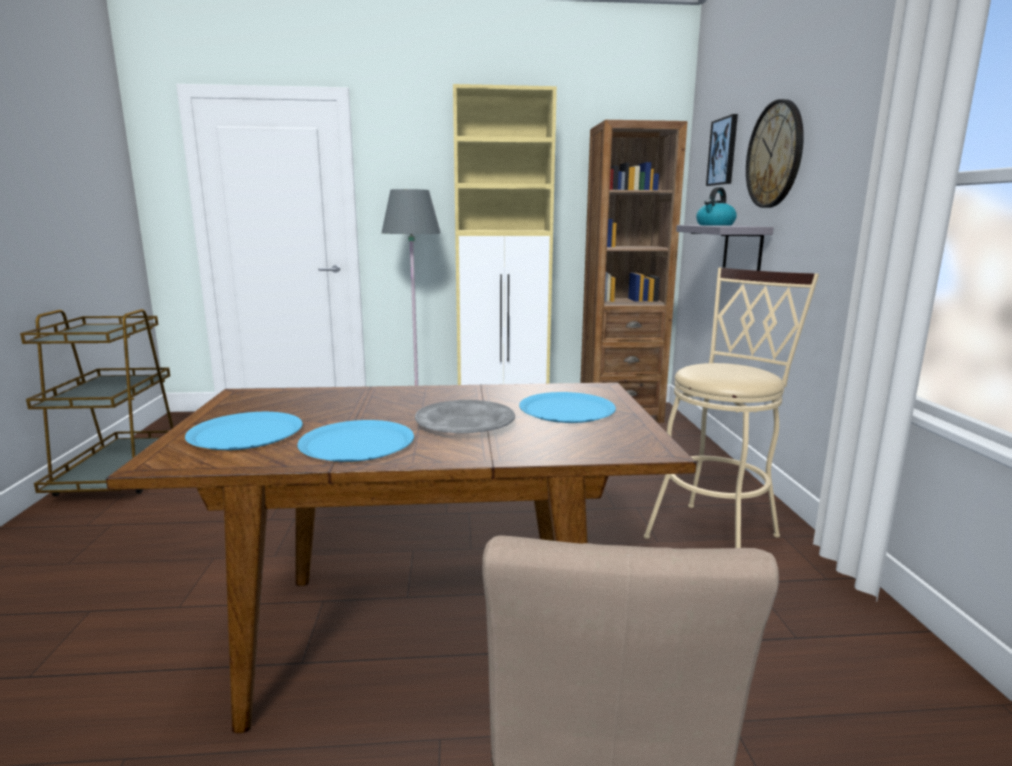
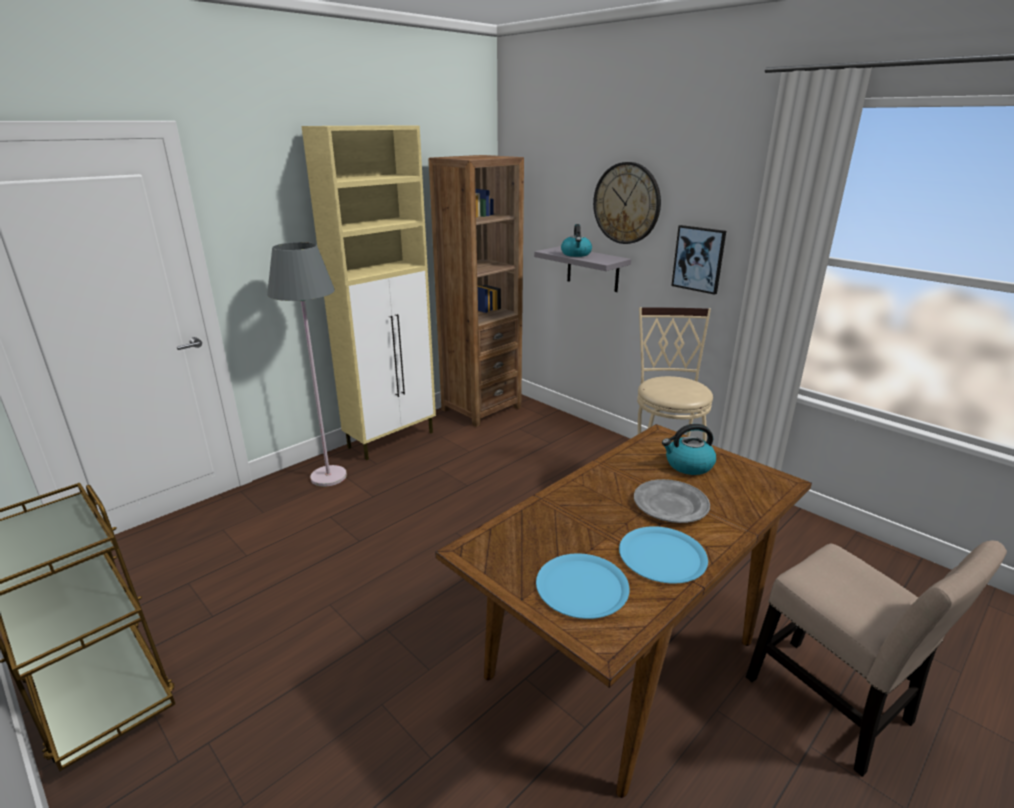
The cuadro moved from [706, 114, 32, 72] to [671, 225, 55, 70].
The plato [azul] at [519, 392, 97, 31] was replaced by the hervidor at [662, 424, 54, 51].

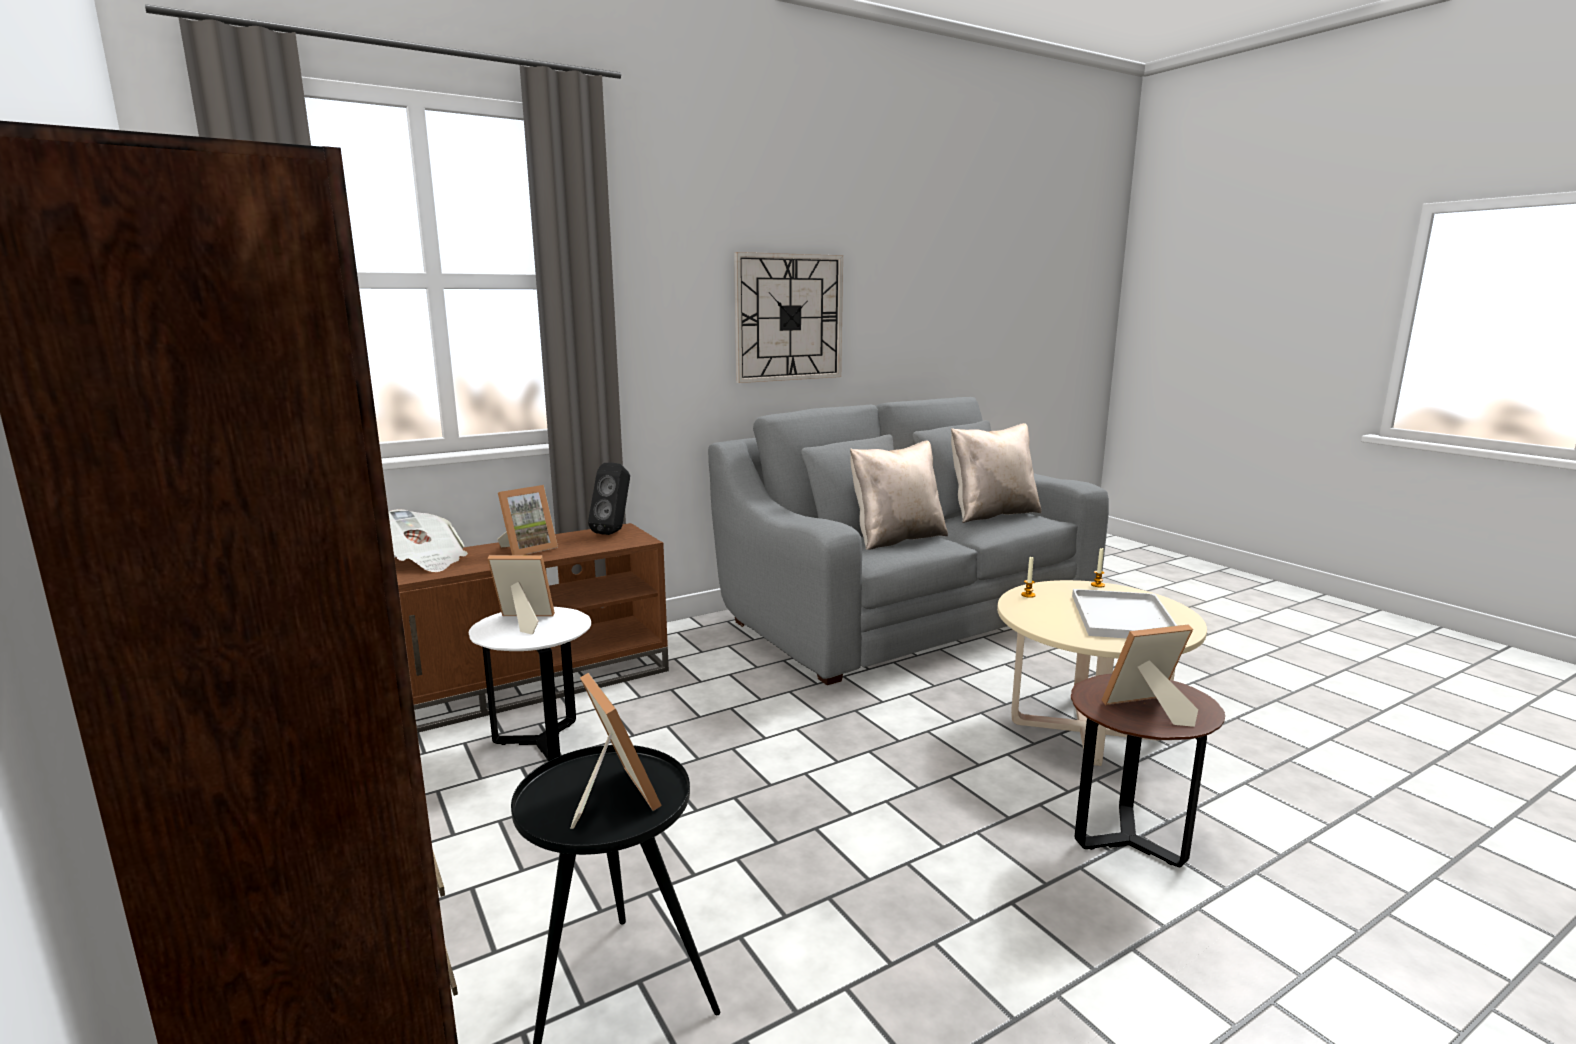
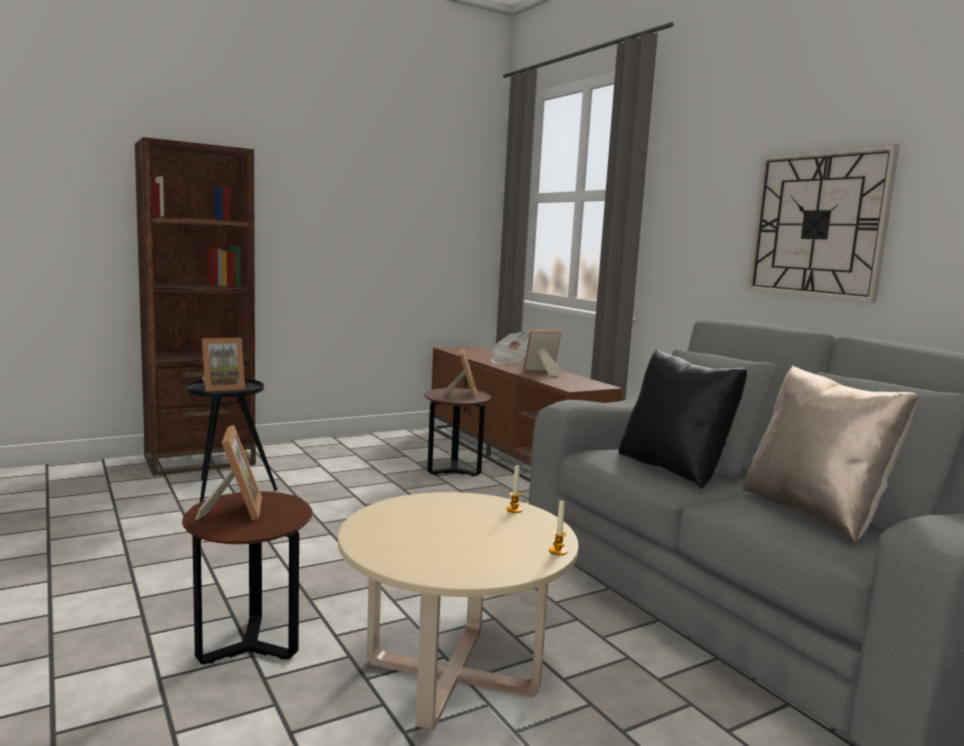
The cojín [beis] at [850, 441, 98, 109] became the cojín [negro] at [619, 349, 128, 140].
The altavoz [negro] at [588, 463, 42, 72] disappeared.
The portarretratos at [497, 485, 61, 70] turned 120 degrees clockwise.
The bandeja [blanco] at [1072, 589, 105, 49] disappeared.
The mesa auxiliar [blanco] at [469, 607, 122, 154] became the mesa auxiliar [marrón] at [424, 388, 67, 88].

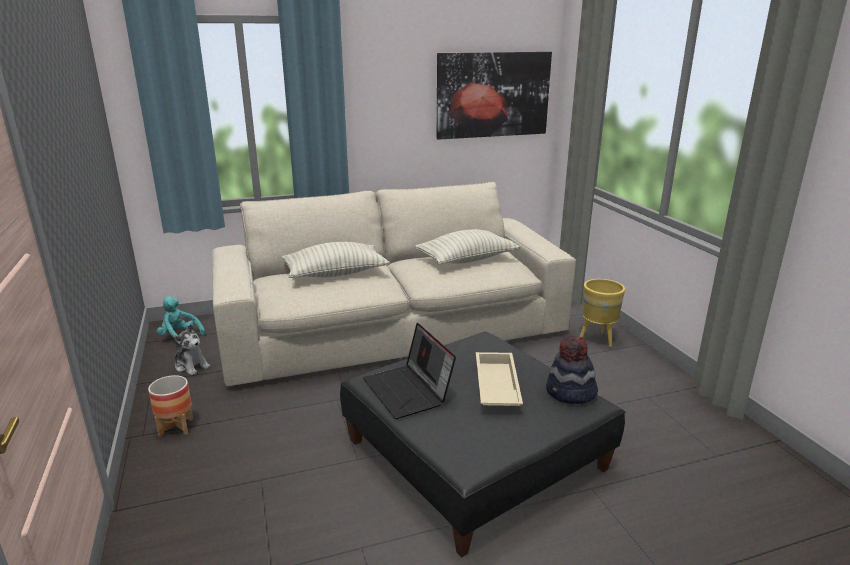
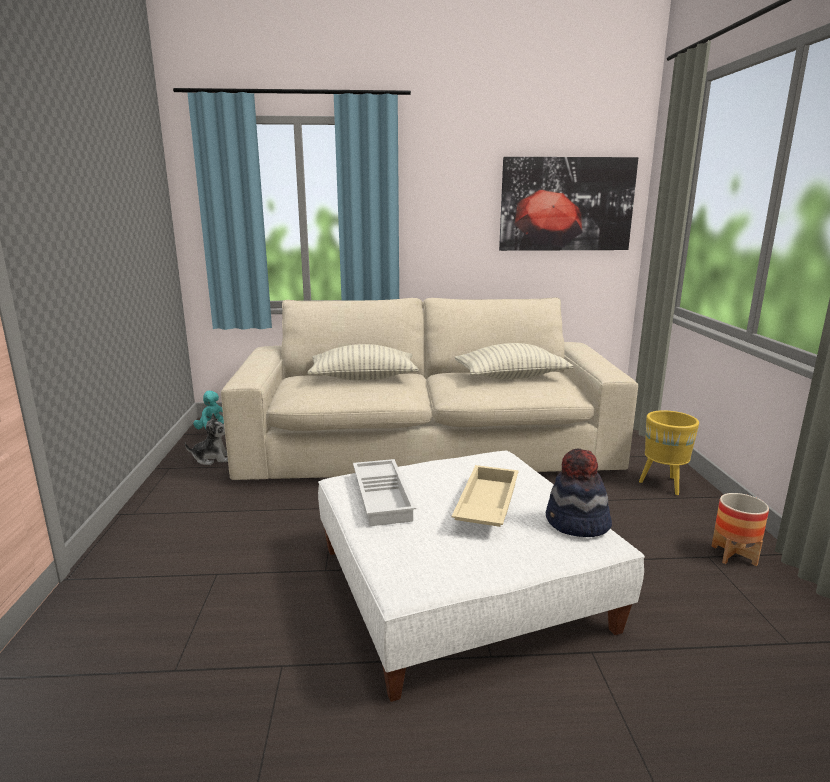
The portátil at [363, 323, 93, 96] was replaced by the bandeja [blanco] at [353, 459, 63, 67].
The peluche at [174, 325, 36, 50] turned 60 degrees counterclockwise.
The puf [negro] at [340, 332, 285, 225] became the puf [blanco] at [318, 451, 327, 251].
The maceta moved from [148, 375, 45, 62] to [711, 493, 58, 73].

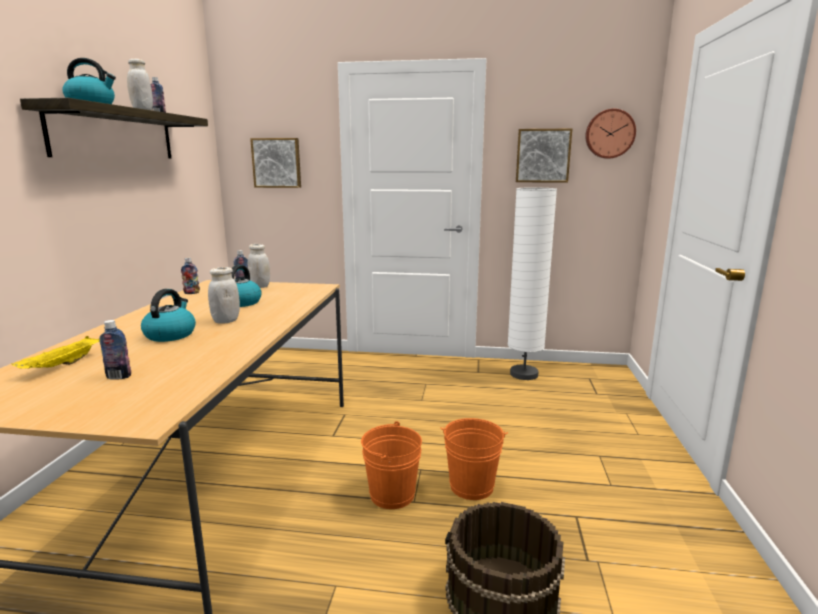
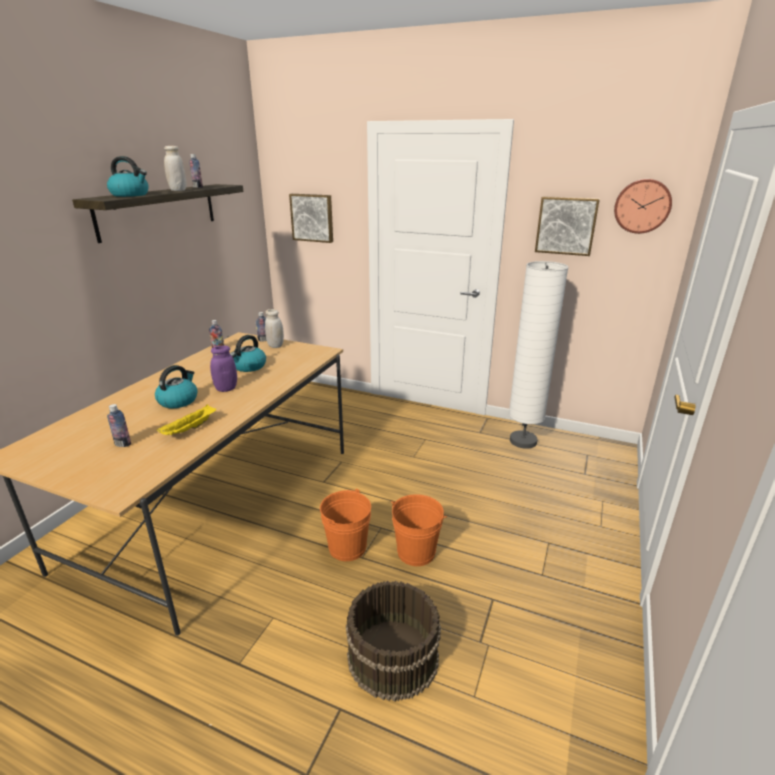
The tarro [blanco] at [208, 267, 32, 57] became the tarro [morado] at [210, 345, 27, 47].
The bandeja [amarillo] moved from [12, 336, 87, 33] to [157, 404, 59, 31].

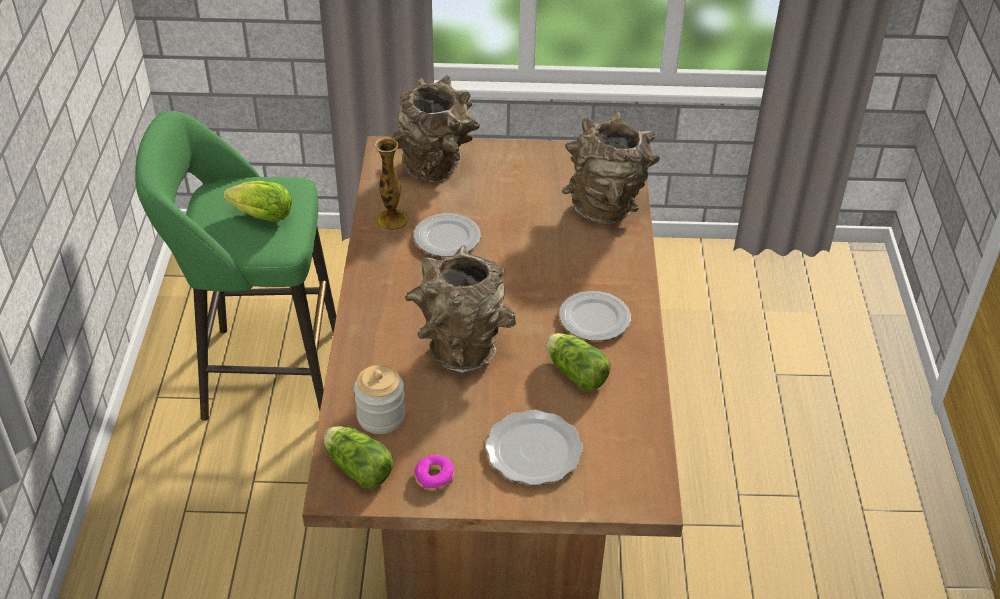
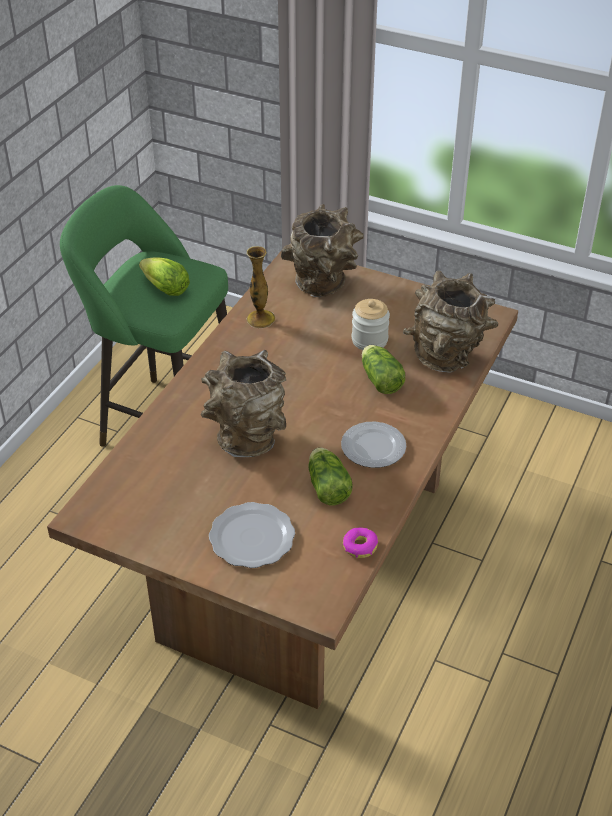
The plato at [414, 213, 67, 44] disappeared.
The tarro moved from [354, 365, 51, 69] to [352, 299, 38, 51].
The lechuga moved from [324, 426, 70, 62] to [362, 345, 43, 49].
The rosquilla moved from [414, 455, 40, 36] to [343, 528, 35, 30].

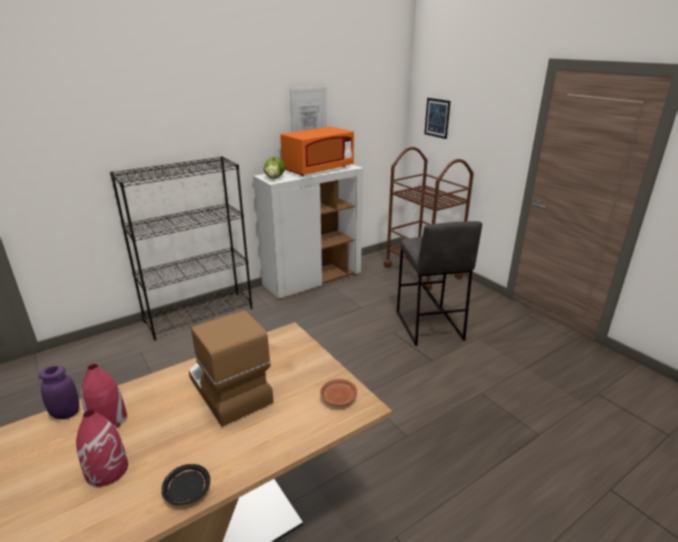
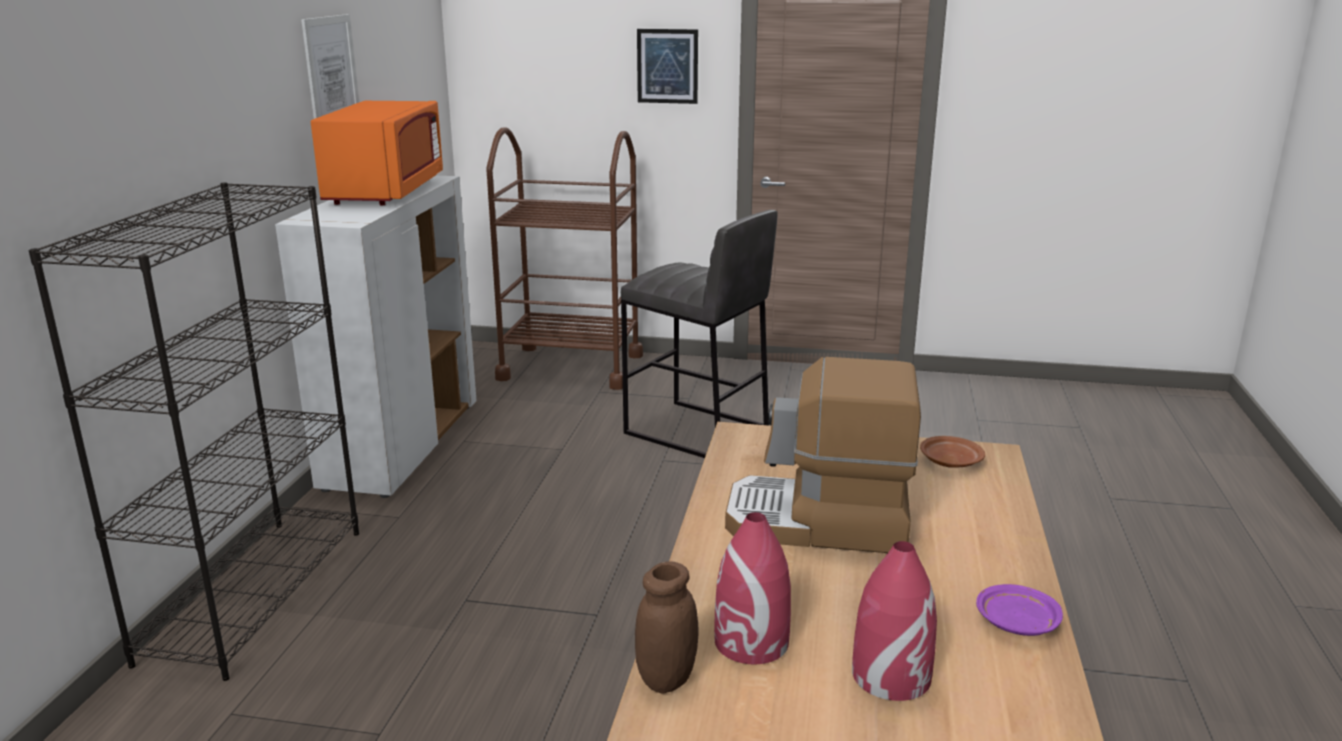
The cuadro moved from [424, 98, 27, 41] to [637, 29, 61, 75].
The lechuga at [264, 157, 21, 22] disappeared.
The tarro [morado] at [39, 366, 40, 53] became the tarro [marrón] at [635, 561, 64, 133].
The plato [negro] at [161, 464, 49, 41] became the plato [morado] at [976, 584, 87, 52].

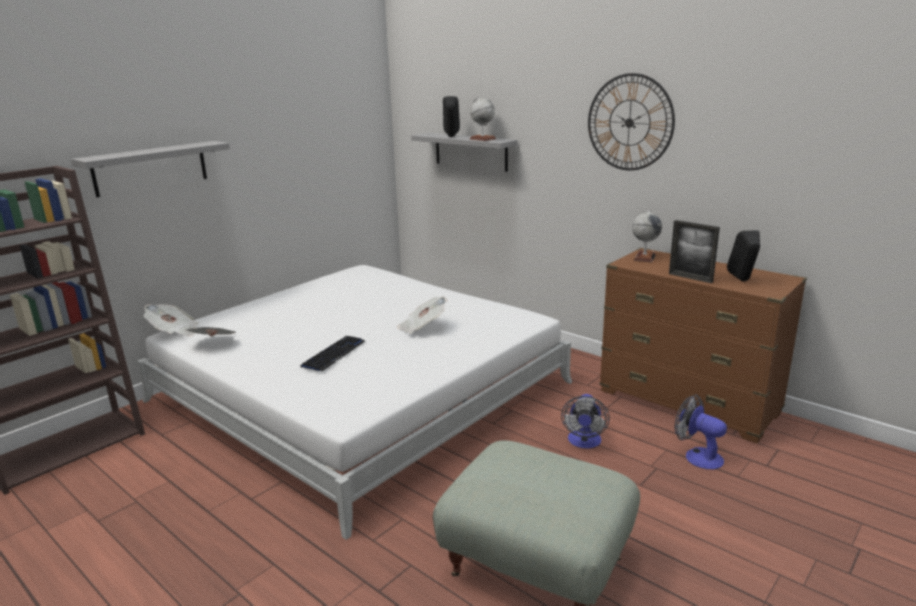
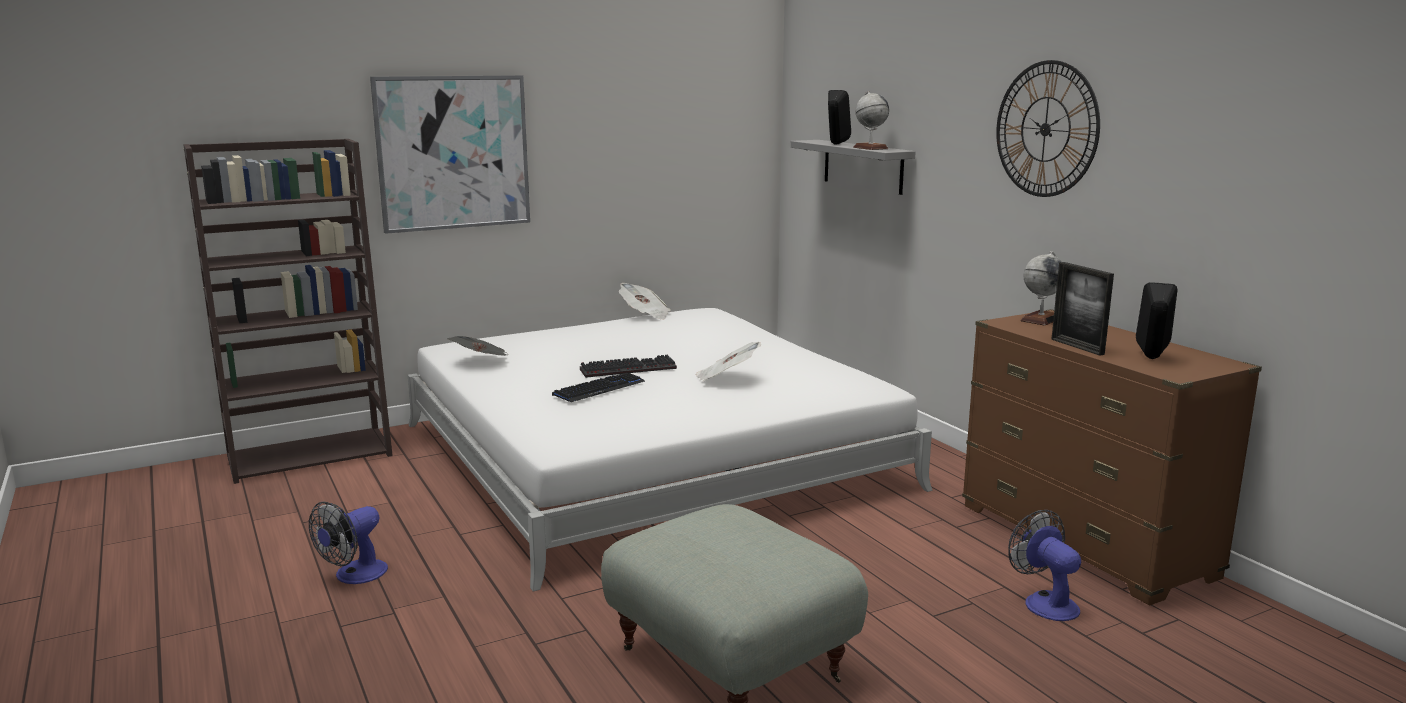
The estante [gris] at [71, 141, 159, 56] was replaced by the cuadro at [370, 75, 160, 159].
The periódico moved from [143, 304, 55, 32] to [619, 283, 51, 37].
The ventilador moved from [561, 394, 49, 55] to [309, 501, 79, 83].
The teclado at [580, 355, 97, 23] appeared.

